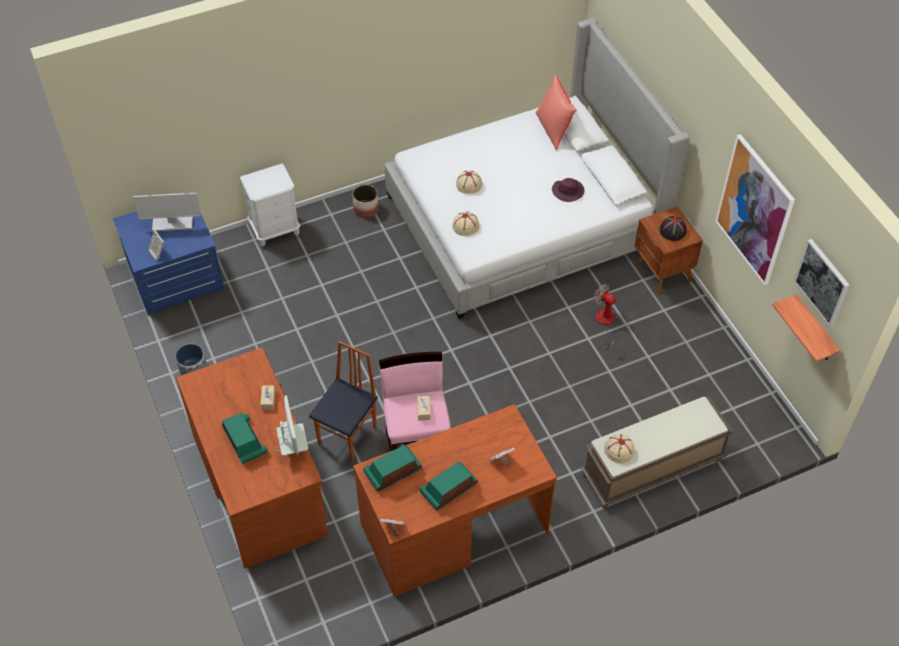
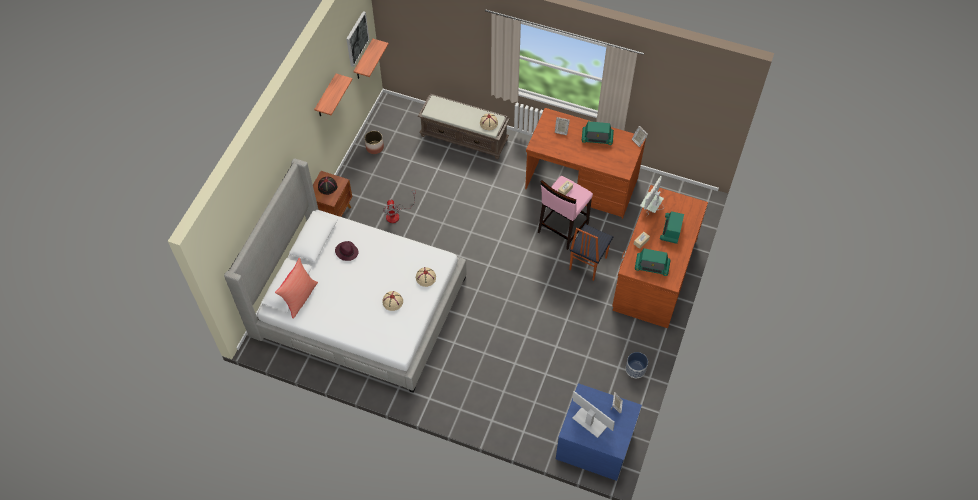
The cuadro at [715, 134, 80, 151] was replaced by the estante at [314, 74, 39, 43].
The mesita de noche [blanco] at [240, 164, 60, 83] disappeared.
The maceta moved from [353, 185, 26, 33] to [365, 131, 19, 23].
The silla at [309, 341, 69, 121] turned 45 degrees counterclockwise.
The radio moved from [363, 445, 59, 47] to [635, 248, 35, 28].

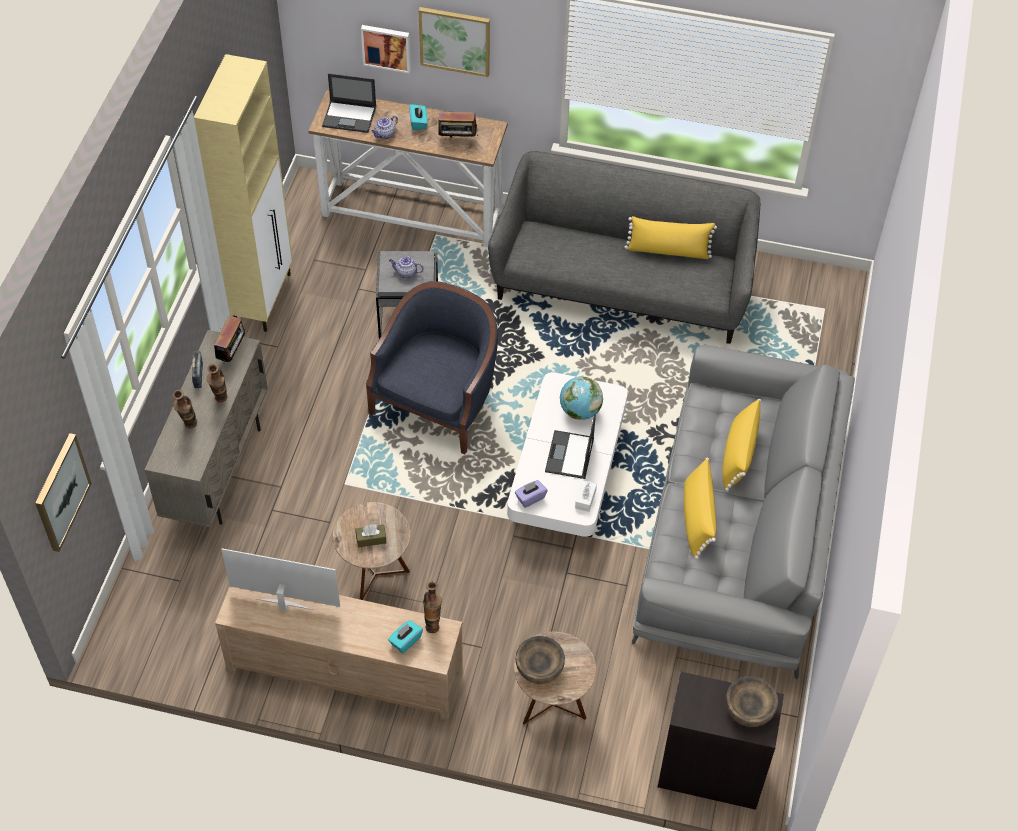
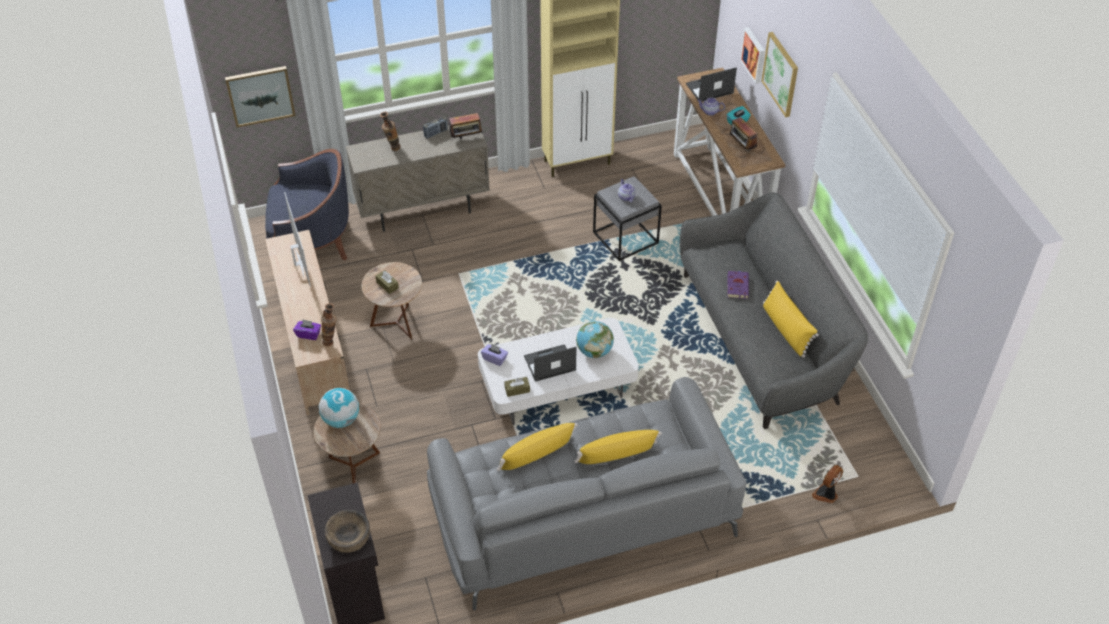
The portátil at [322, 73, 54, 60] turned 90 degrees clockwise.
The sillón [azul] moved from [366, 281, 132, 173] to [265, 149, 84, 112].
The florero at [207, 364, 21, 38] disappeared.
The caja de pañuelos [blanco] at [575, 480, 22, 32] became the caja de pañuelos [marrón] at [504, 377, 26, 20].
The caja de pañuelos [turquesa] at [388, 620, 35, 34] became the caja de pañuelos [morado] at [293, 319, 28, 21].
The cuenco [marrón] at [515, 636, 50, 48] was replaced by the globo terráqueo at [319, 388, 40, 40].
The libro [morado] at [727, 271, 22, 28] appeared.
The ventilador at [812, 465, 31, 38] appeared.

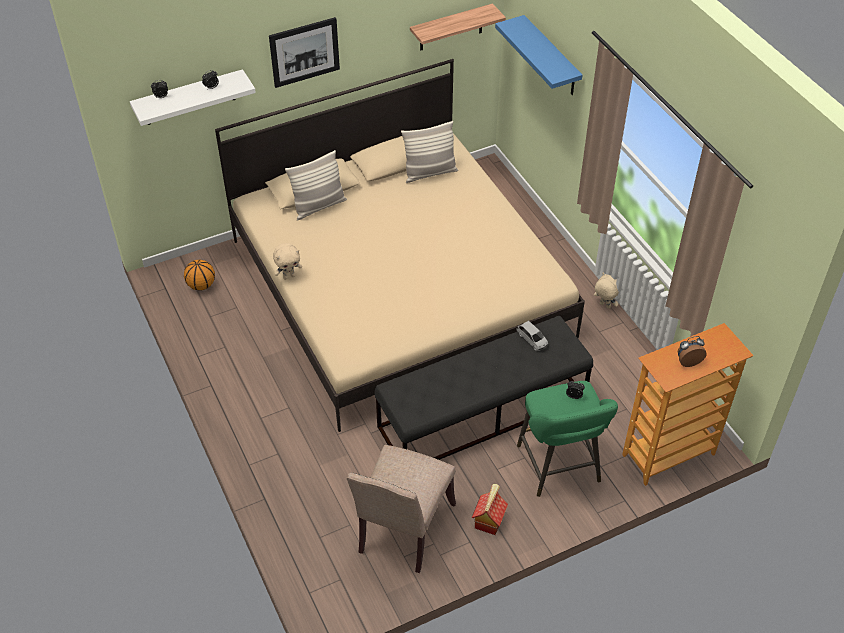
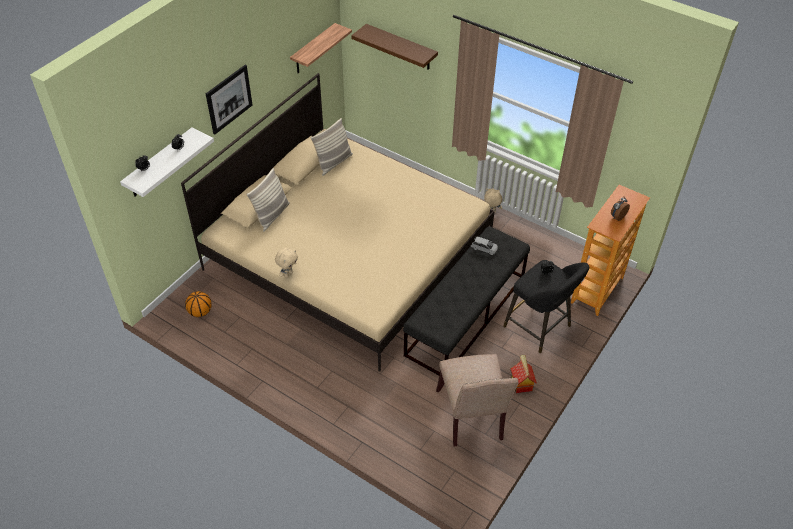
The estante [azul] at [495, 15, 88, 80] became the estante [marrón] at [351, 24, 87, 46].
The taburete [verde] at [517, 381, 101, 116] became the taburete [negro] at [503, 260, 86, 93].

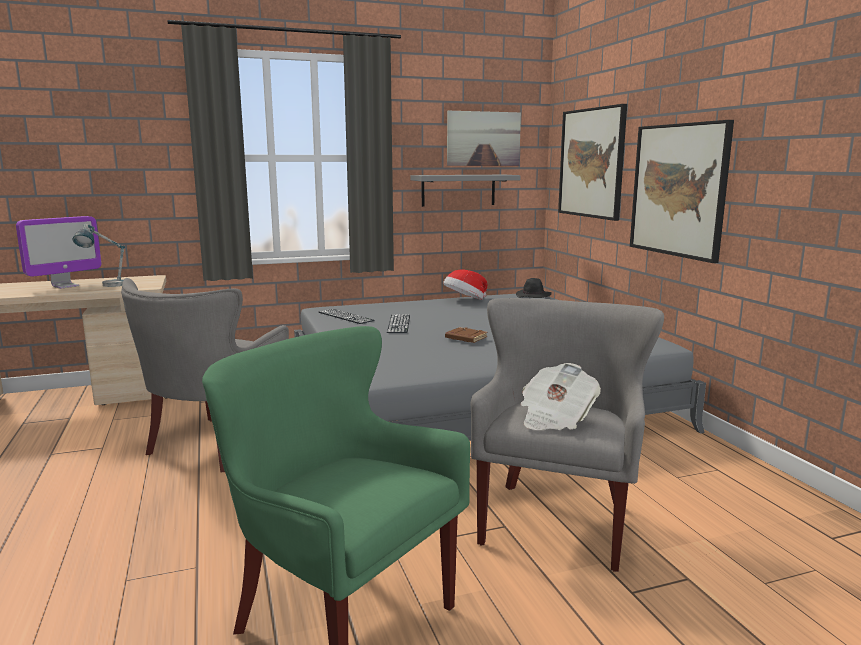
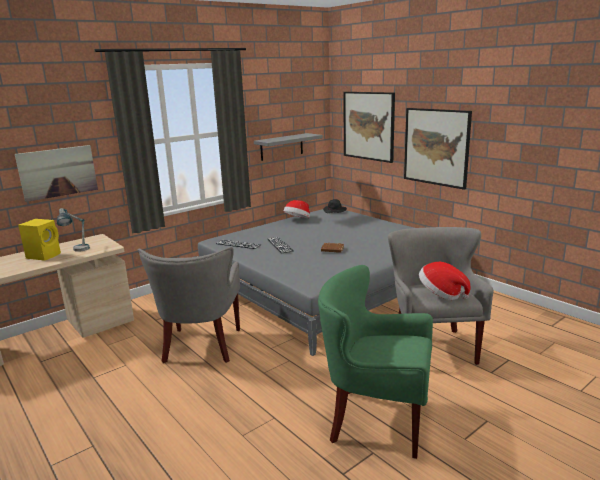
The cuadro moved from [447, 110, 74, 56] to [15, 145, 83, 57].
The monitor at [16, 216, 85, 73] was replaced by the altavoz [amarillo] at [18, 219, 43, 42].
The periódico at [521, 363, 80, 67] was replaced by the sombrero at [419, 262, 51, 38].

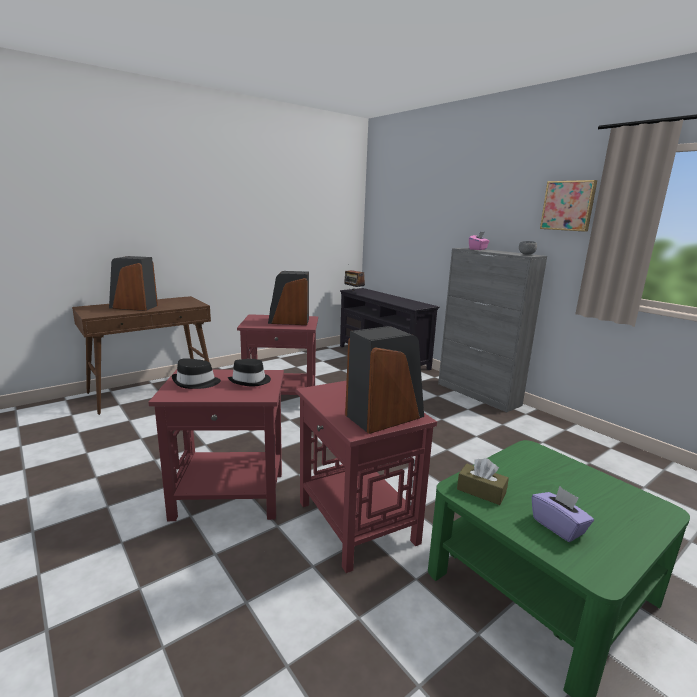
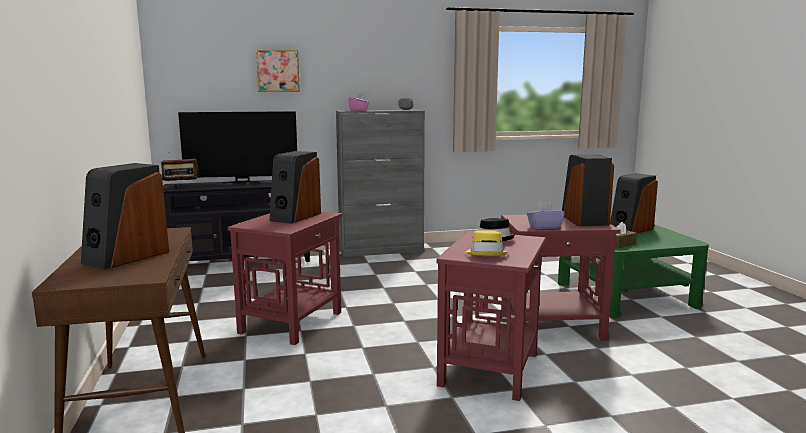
The cuadro moved from [540, 180, 57, 52] to [256, 49, 44, 43].
The sombrero [negro] at [172, 358, 49, 31] became the sombrero [amarillo] at [465, 230, 43, 26].
The caja de pañuelos [morado] moved from [532, 486, 62, 56] to [527, 201, 38, 28].
The televisor at [178, 111, 119, 72] appeared.
The altavoz at [610, 173, 48, 60] appeared.

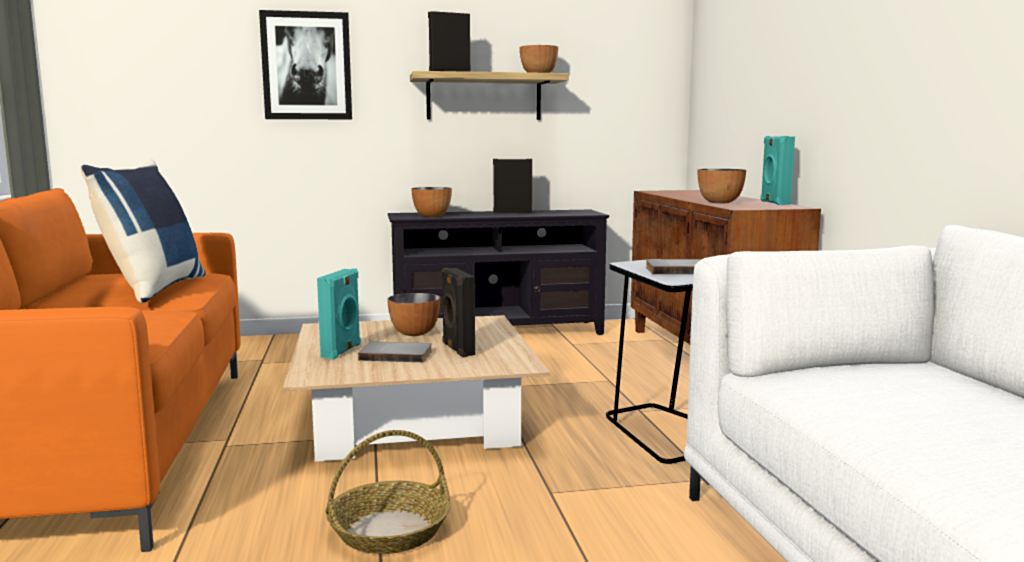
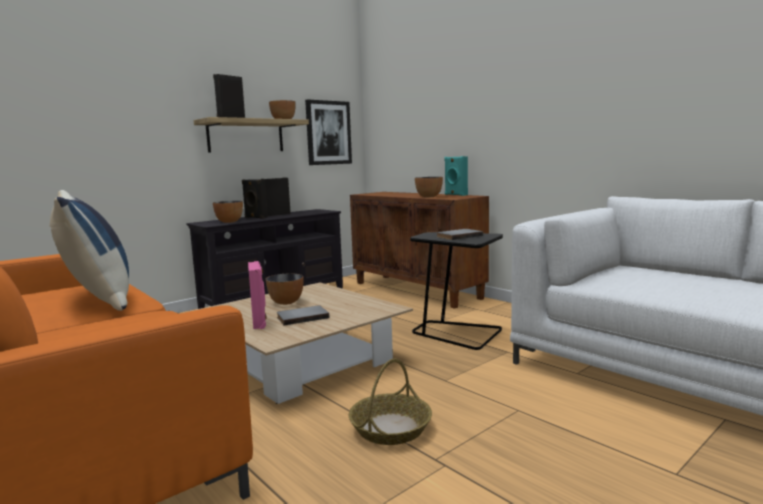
The cuadro moved from [259, 10, 93, 109] to [305, 99, 47, 66].
The altavoz [turquesa] at [317, 268, 44, 91] became the altavoz [rosa] at [248, 261, 19, 68].
The altavoz [negro] moved from [441, 268, 34, 90] to [242, 179, 26, 40].

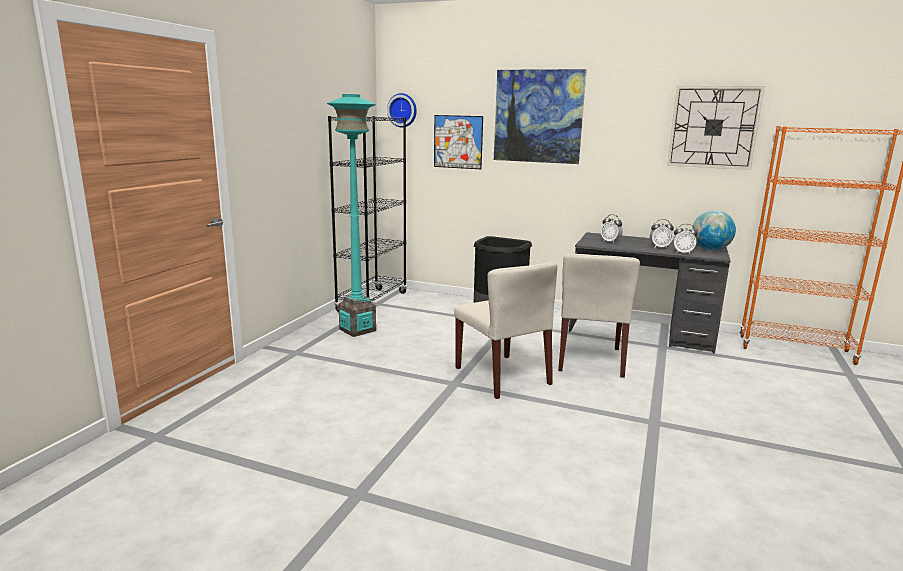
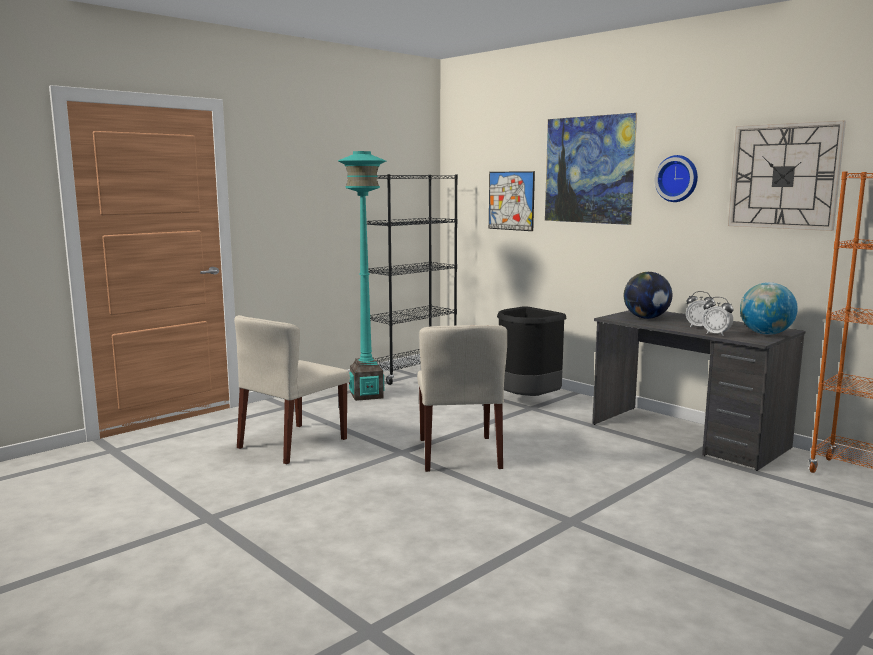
The reloj de pared moved from [387, 93, 30, 35] to [655, 155, 43, 47].
The despertador at [601, 215, 22, 28] was replaced by the globo terráqueo at [624, 272, 49, 47].
The silla [beis] moved from [558, 254, 82, 124] to [234, 315, 116, 149].

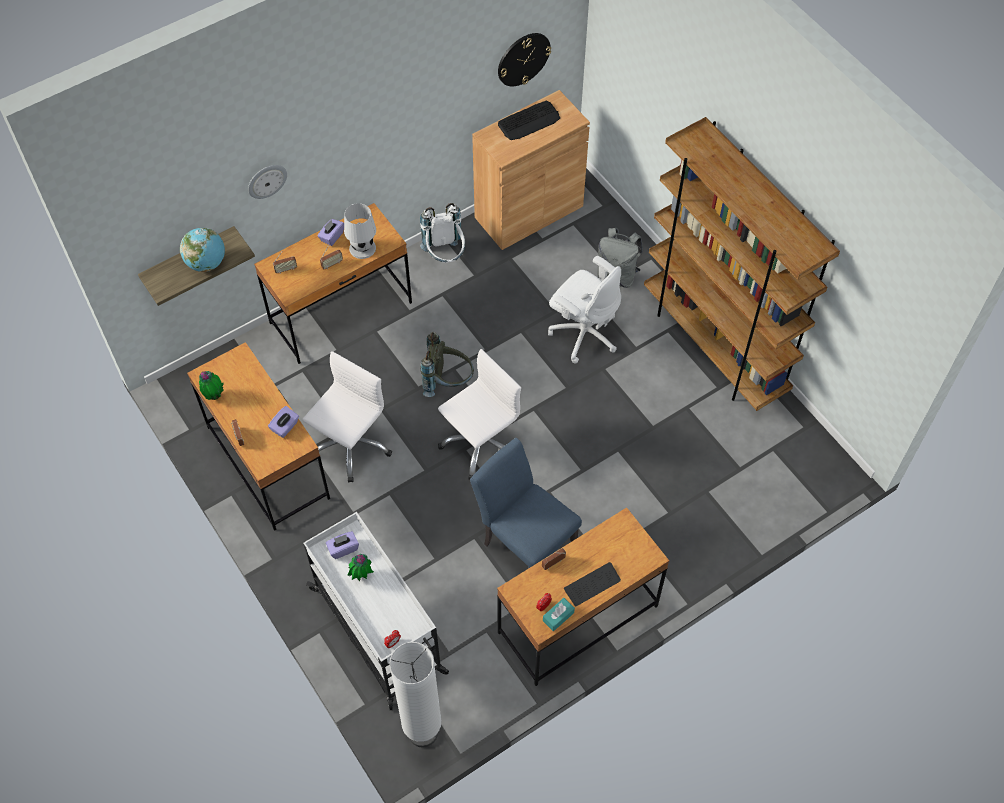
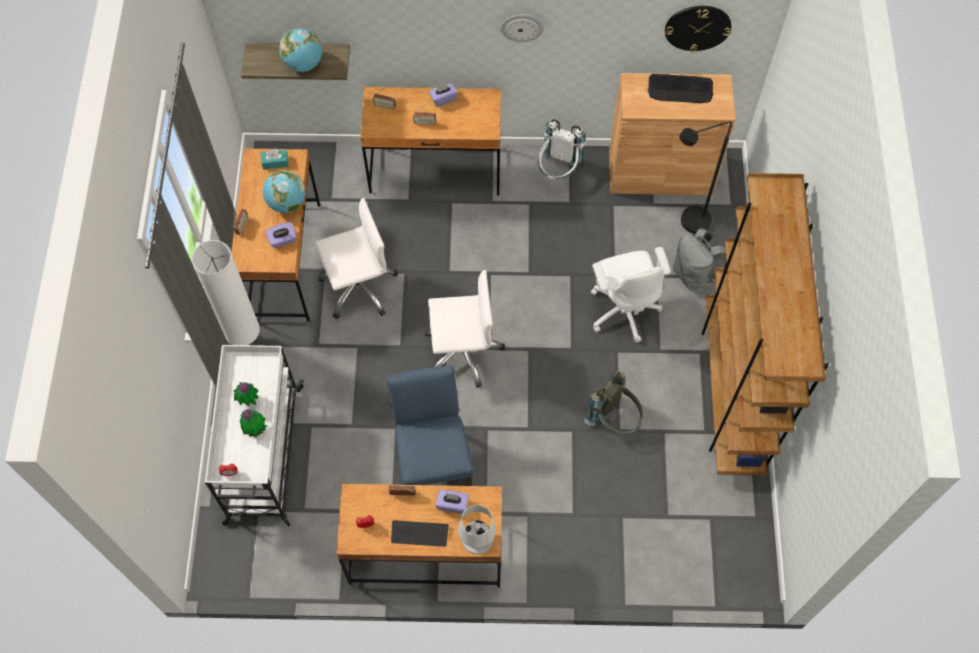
The reloj de pared moved from [248, 165, 39, 34] to [501, 14, 43, 28].
The lámpara de mesa [blanco] moved from [344, 203, 32, 56] to [458, 505, 38, 49].
The mochila [gris] moved from [420, 332, 54, 65] to [584, 371, 59, 63].
The planta en maceta moved from [199, 371, 25, 29] to [240, 409, 27, 28].
The caja de pañuelos [morado] moved from [326, 531, 33, 28] to [435, 490, 34, 24].
The caja de pañuelos [turquesa] moved from [543, 598, 32, 33] to [261, 149, 28, 21].
The lámpara de pie [blanco] moved from [389, 642, 53, 105] to [192, 240, 69, 106].
The lámpara de pie [negro] at [679, 122, 53, 112] appeared.
The globo terráqueo at [263, 170, 43, 43] appeared.

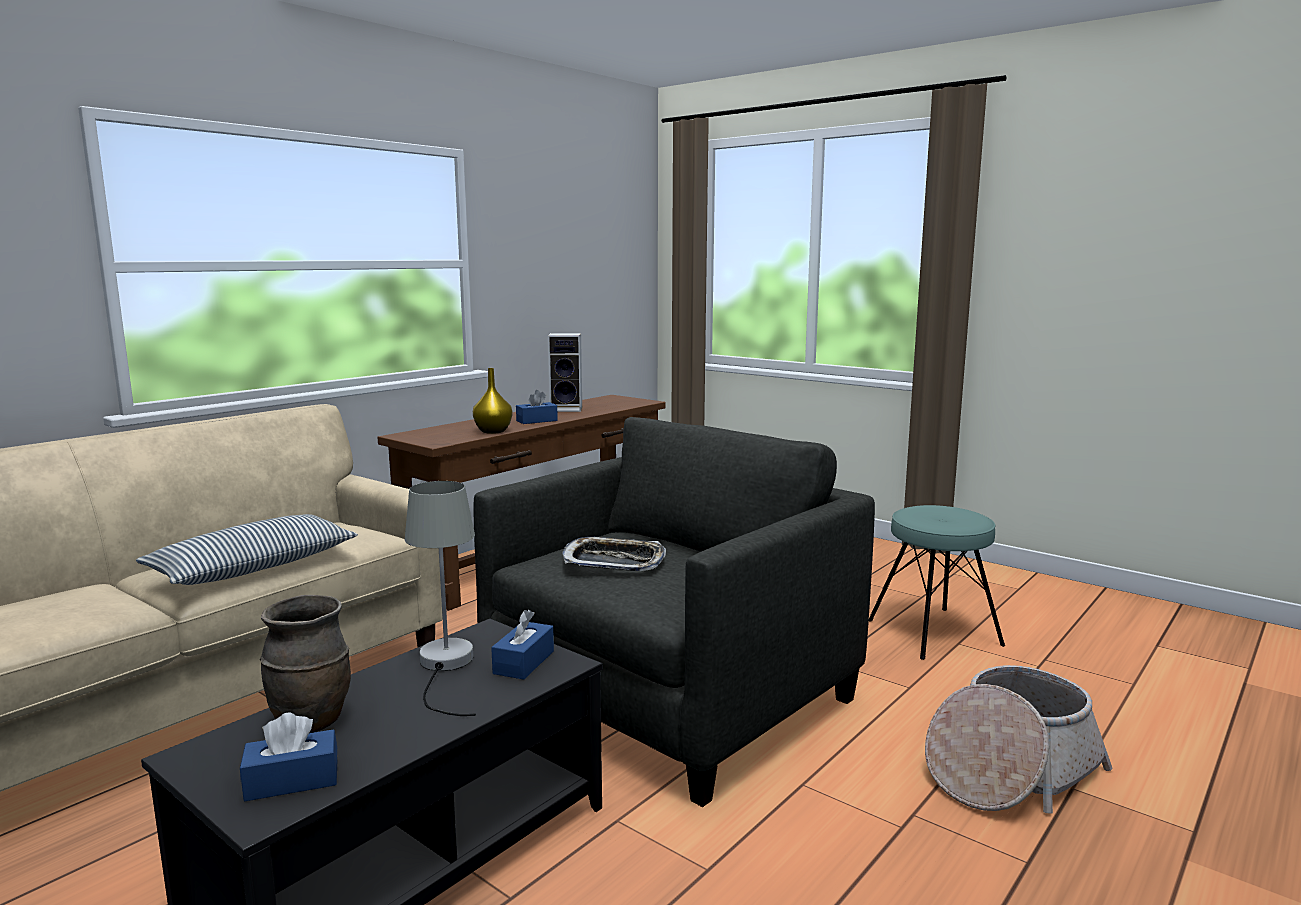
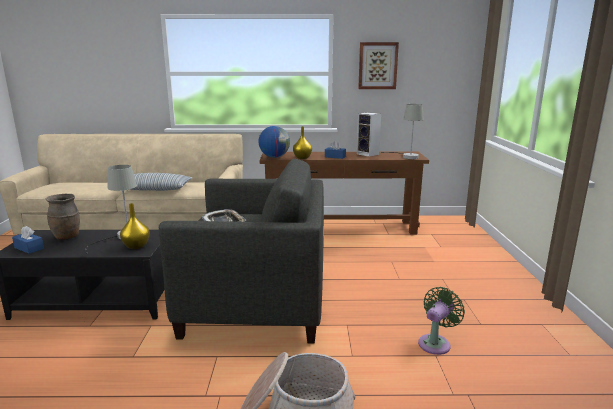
The taburete [turquesa] at [869, 505, 136, 155] was replaced by the ventilador [verde] at [418, 287, 47, 68].
The caja de pañuelos [azul] at [491, 610, 63, 70] was replaced by the florero [amarillo] at [120, 203, 30, 46].
The cuadro at [358, 42, 41, 47] appeared.
The lámpara de mesa [gris] at [380, 104, 44, 55] appeared.
The globo terráqueo at [259, 126, 31, 32] appeared.

